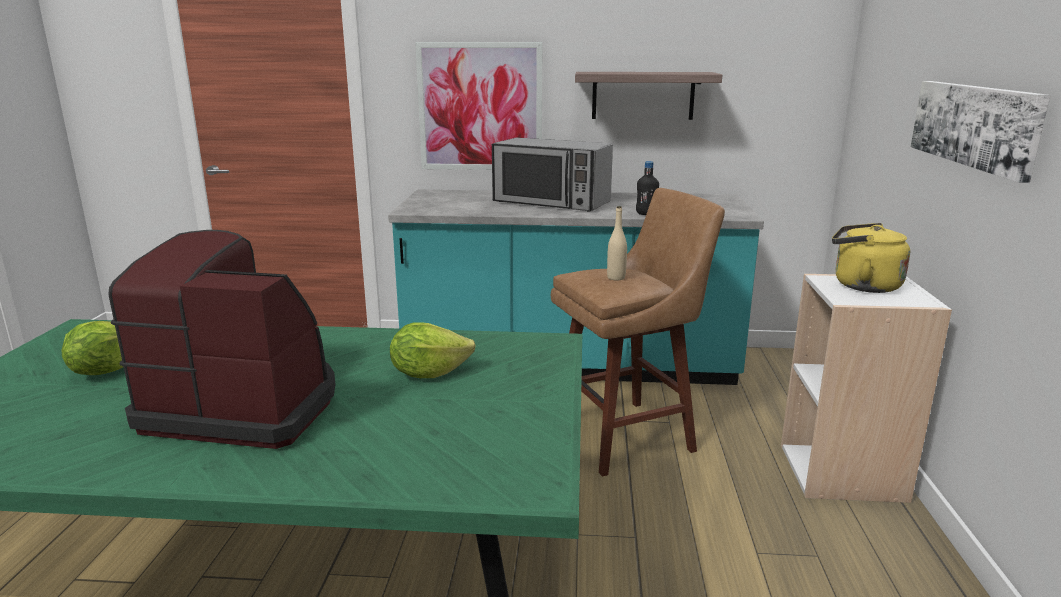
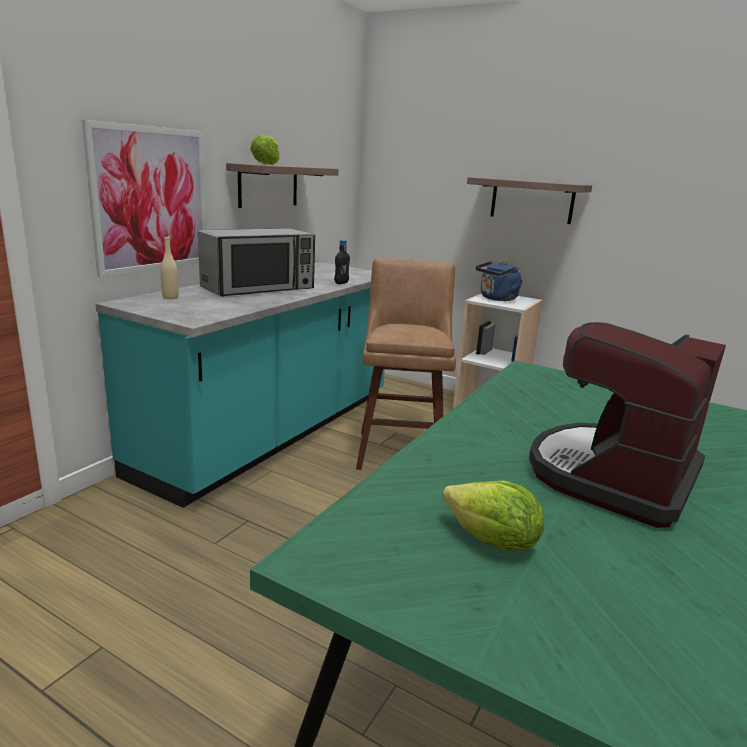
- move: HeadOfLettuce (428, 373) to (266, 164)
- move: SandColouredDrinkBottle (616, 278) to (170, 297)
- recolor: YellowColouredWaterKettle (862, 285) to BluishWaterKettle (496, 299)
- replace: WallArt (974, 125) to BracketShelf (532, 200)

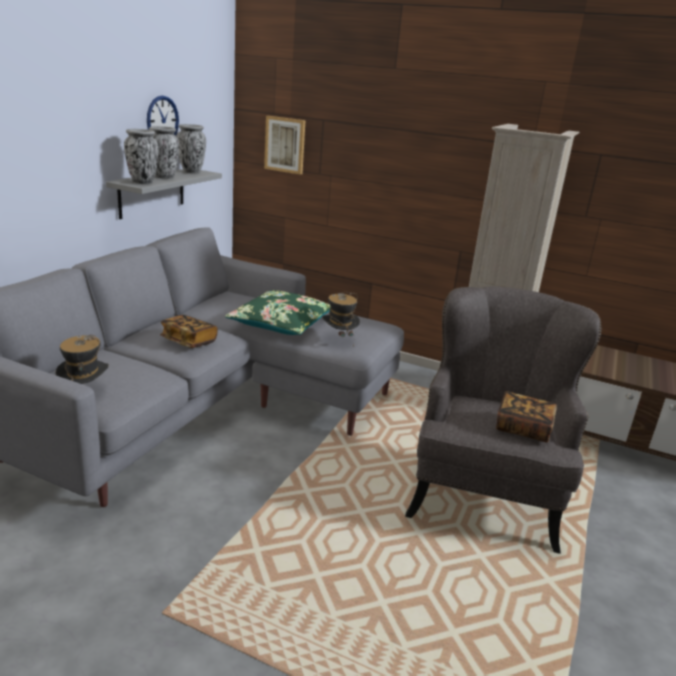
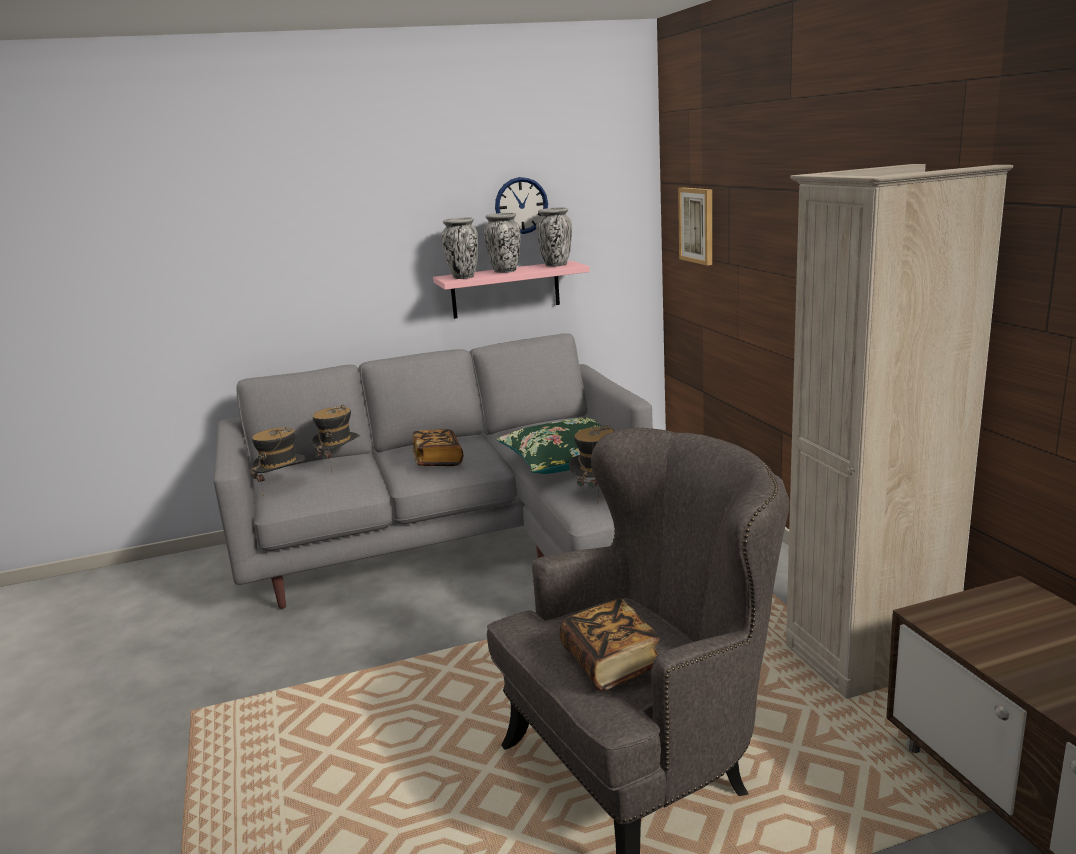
- recolor: GrayBracketShelf (152, 192) to PinkColouredBracketShelf (505, 290)
- insert: WearableHat (339, 464)

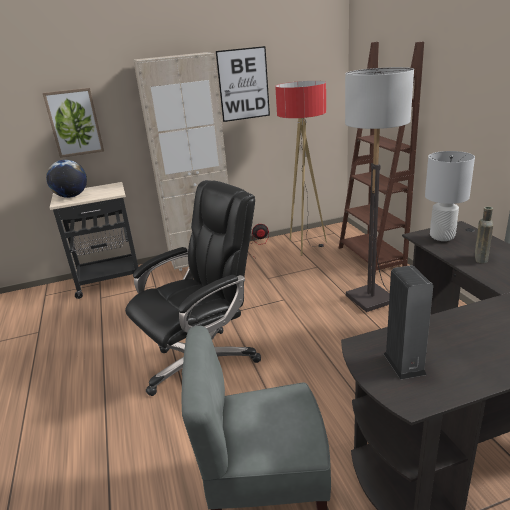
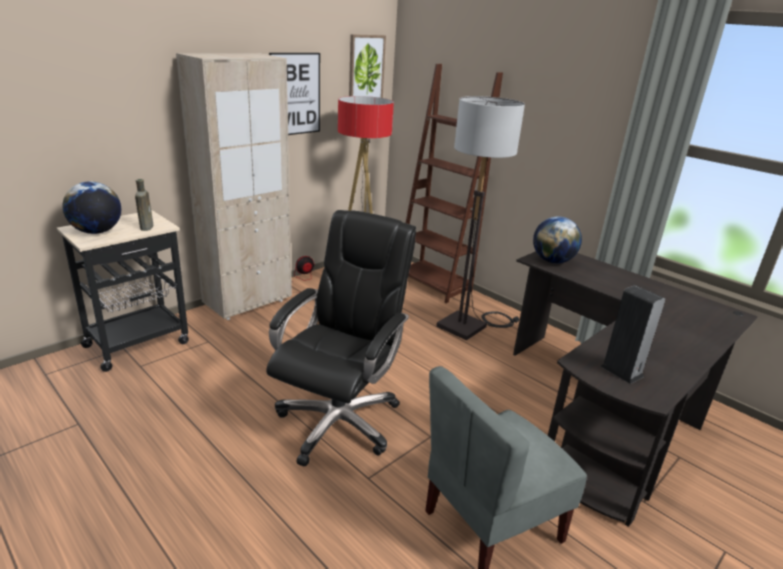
- move: WallArt (74, 122) to (366, 68)
- replace: GrayTableLamp (442, 238) to WorldGlobe (552, 261)
- move: BrownishDrinkBottle (480, 258) to (147, 227)

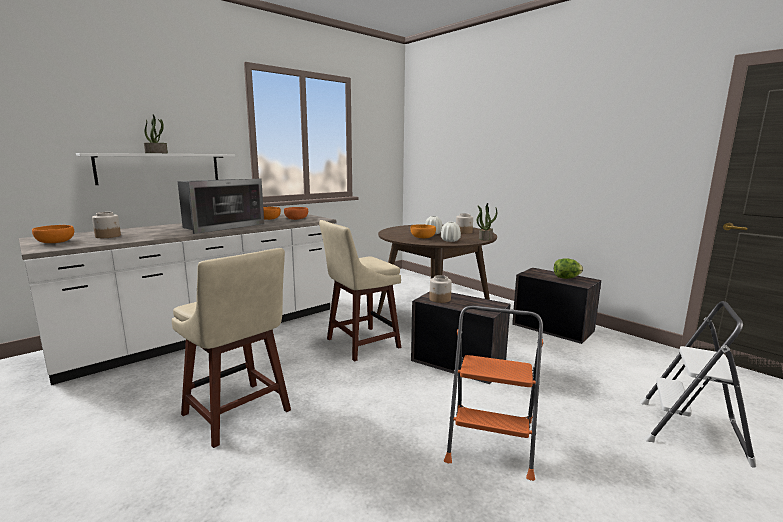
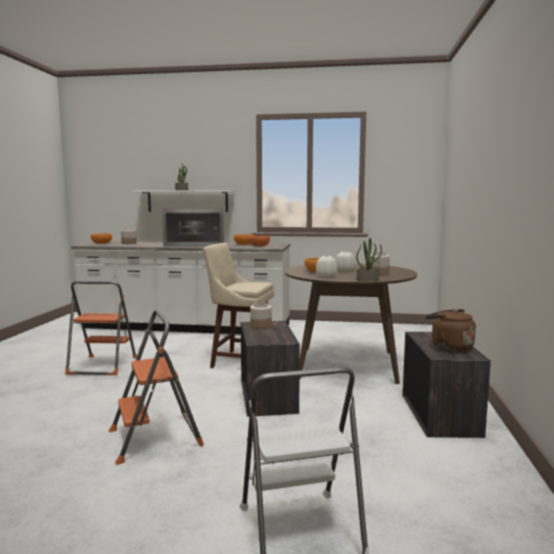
- replace: SandColouredPlainChair (239, 414) to OrangeyStepladder (101, 366)
- replace: HeadOfLettuce (566, 278) to BrownishWaterKettle (449, 347)

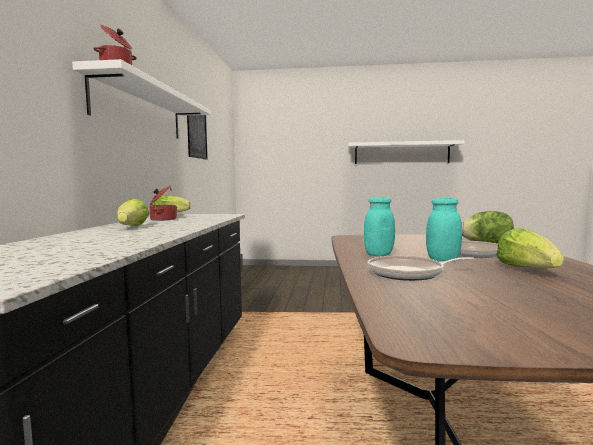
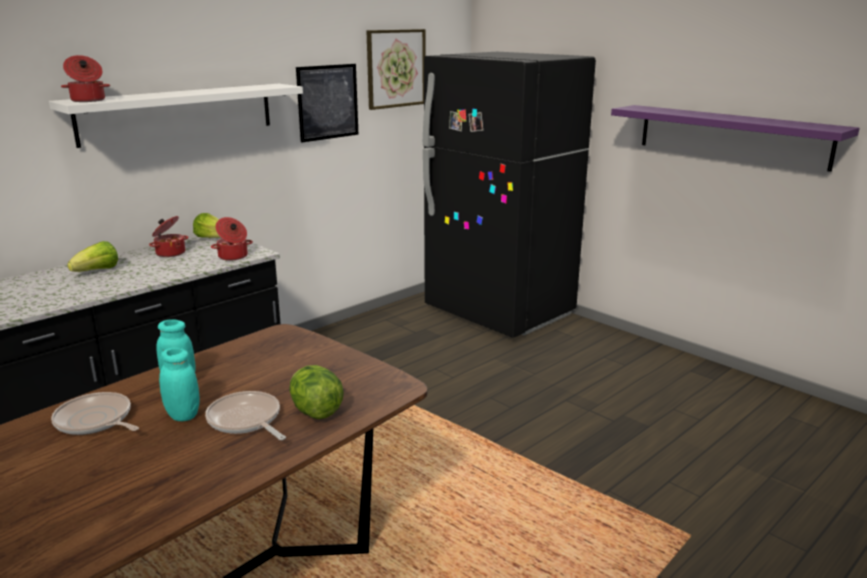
- recolor: WhiteColouredBracketShelf (401, 153) to PurpleColouredBracketShelf (731, 136)
- delete: HeadOfLettuce (527, 270)
- insert: Stockpot (233, 256)
- insert: WallArt (396, 68)
- insert: BlackKitchenFridge (499, 312)

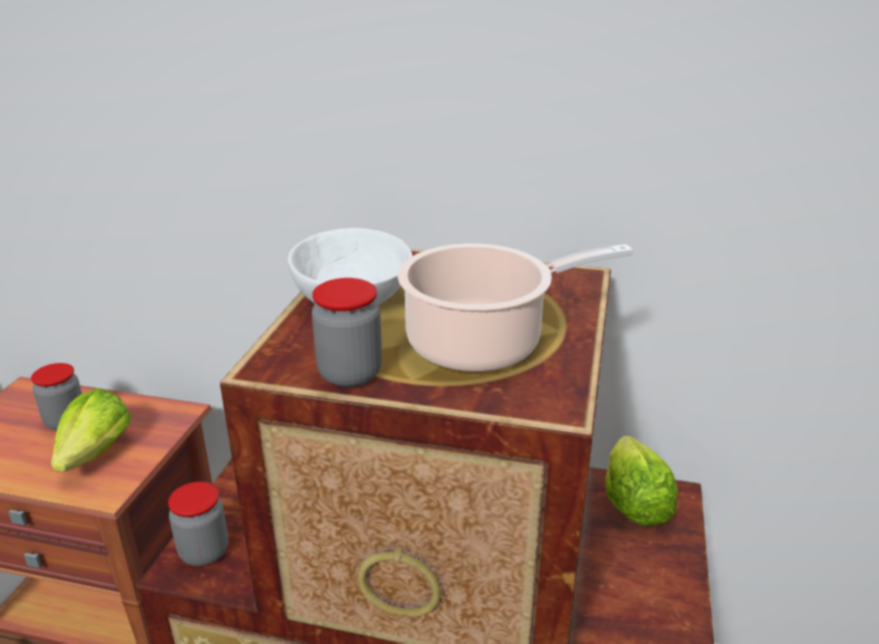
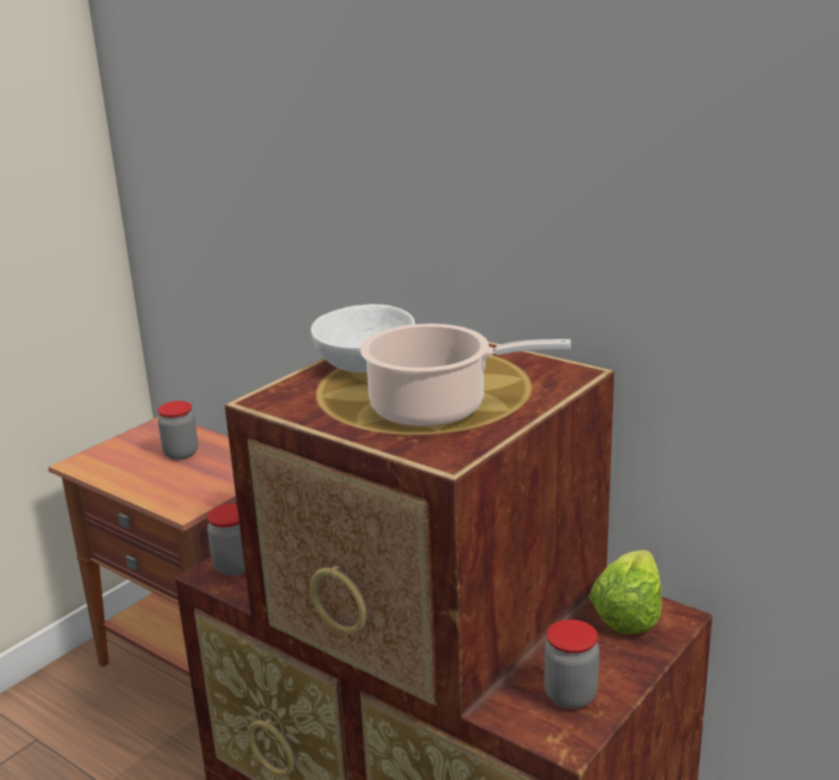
- delete: HeadOfLettuce (96, 453)
- move: StorageJar (350, 374) to (570, 695)

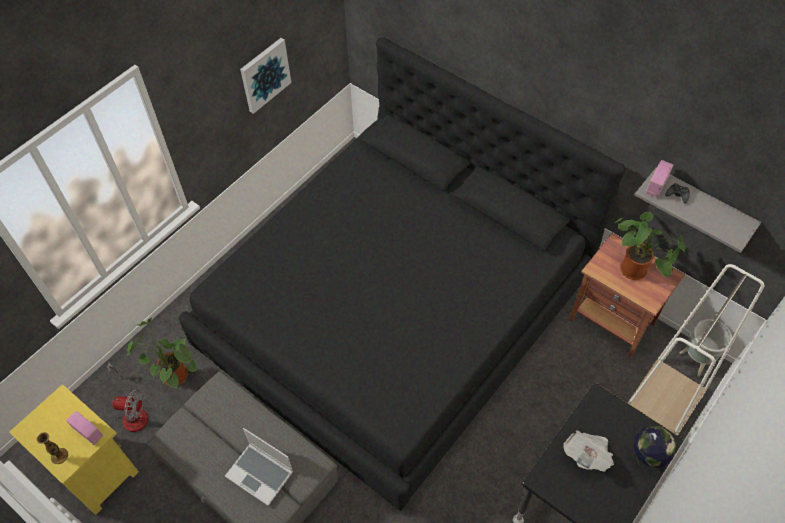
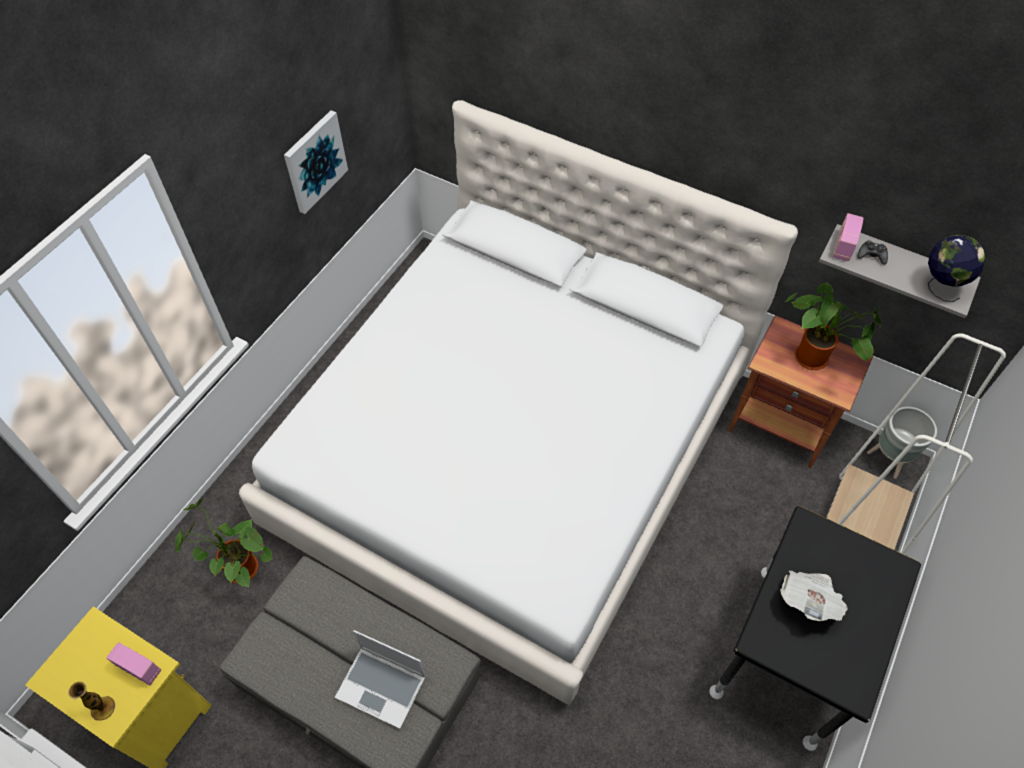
- delete: ElectricFan (132, 412)
- recolor: BlackBedroomBed (394, 313) to WhiteColouredBedroomBed (512, 449)
- move: WorldGlobe (646, 457) to (940, 286)

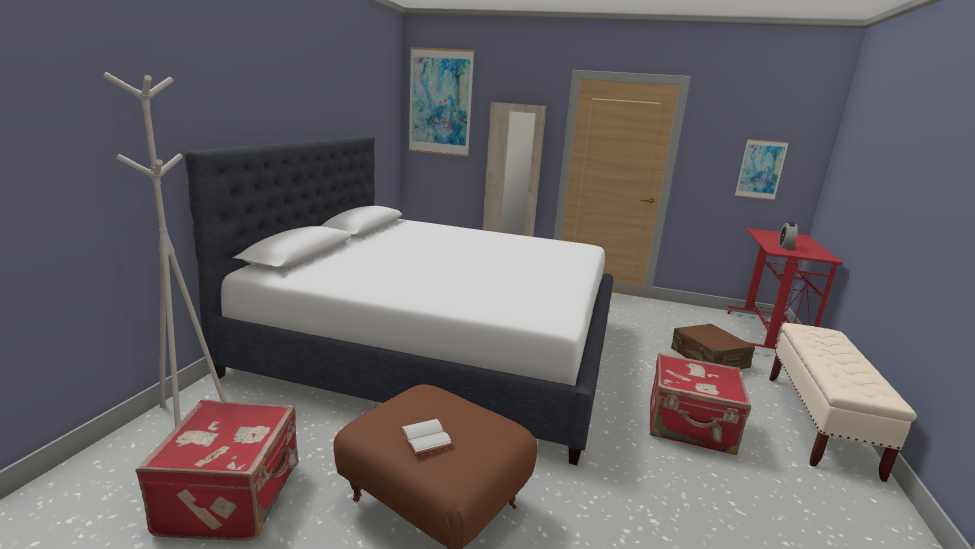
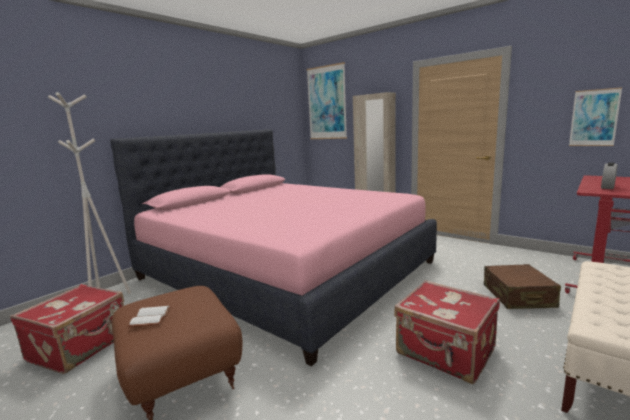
- recolor: WhiteColouredBedroomBed (438, 346) to PinkColouredBedroomBed (285, 270)

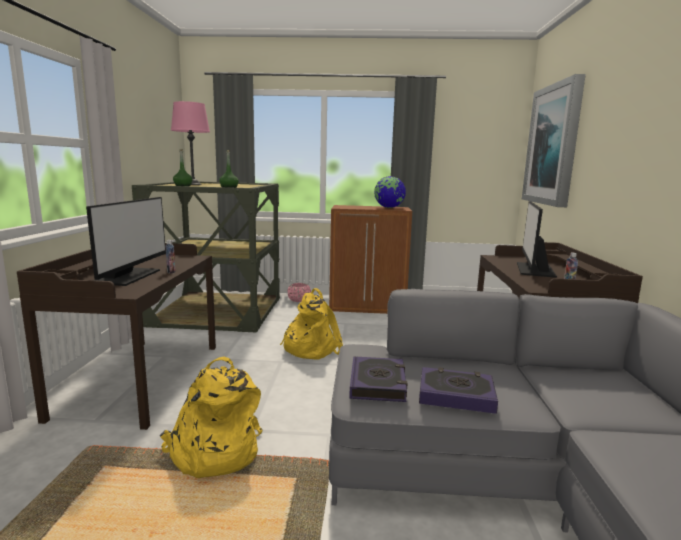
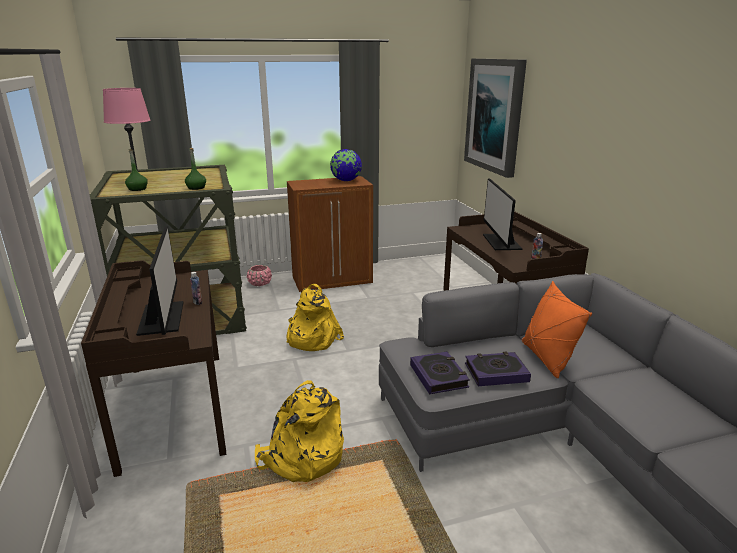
- insert: OrangeyCushion (546, 358)

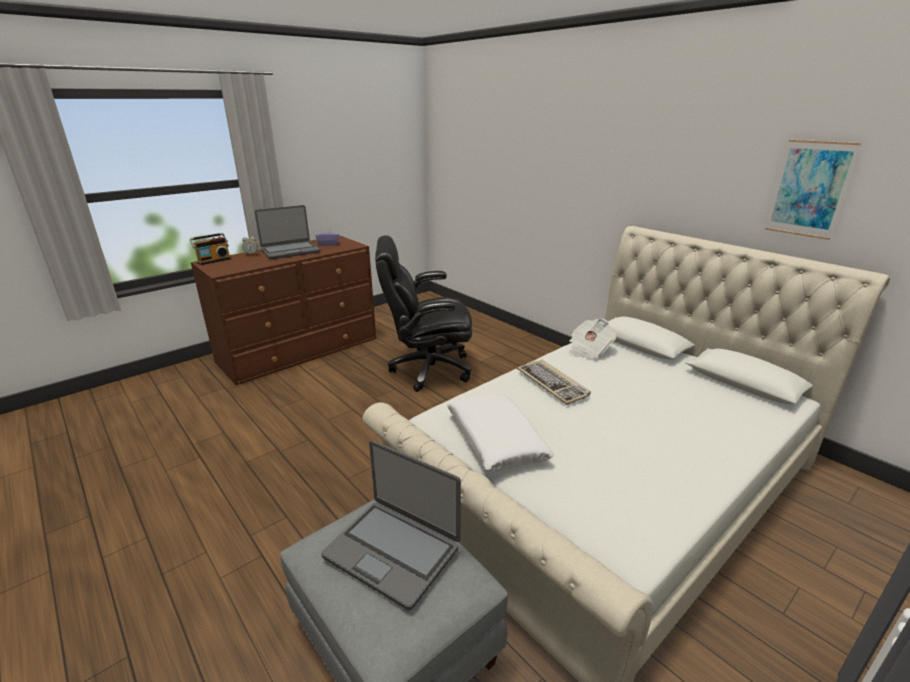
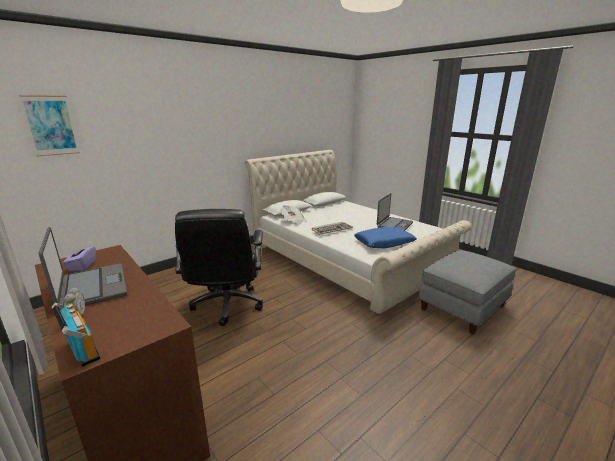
- move: NotebookComputer (392, 551) to (394, 225)
- recolor: WhiteColouredCushion (495, 440) to BluishCushion (384, 243)
- move: WallArt (809, 189) to (51, 126)

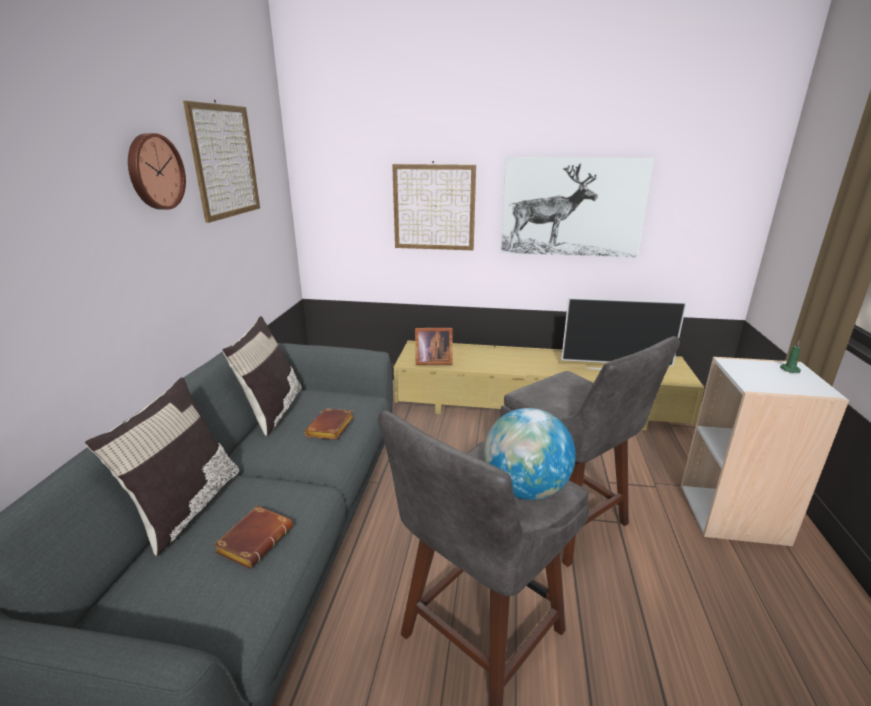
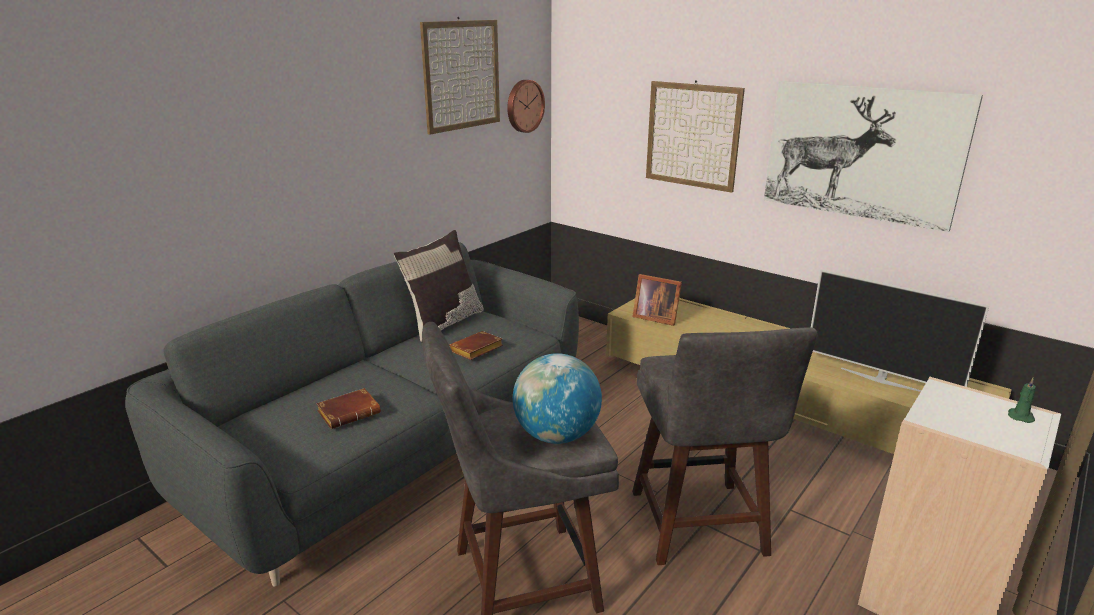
- delete: Cushion (186, 508)
- move: ClockOnTheWall (154, 172) to (524, 106)

